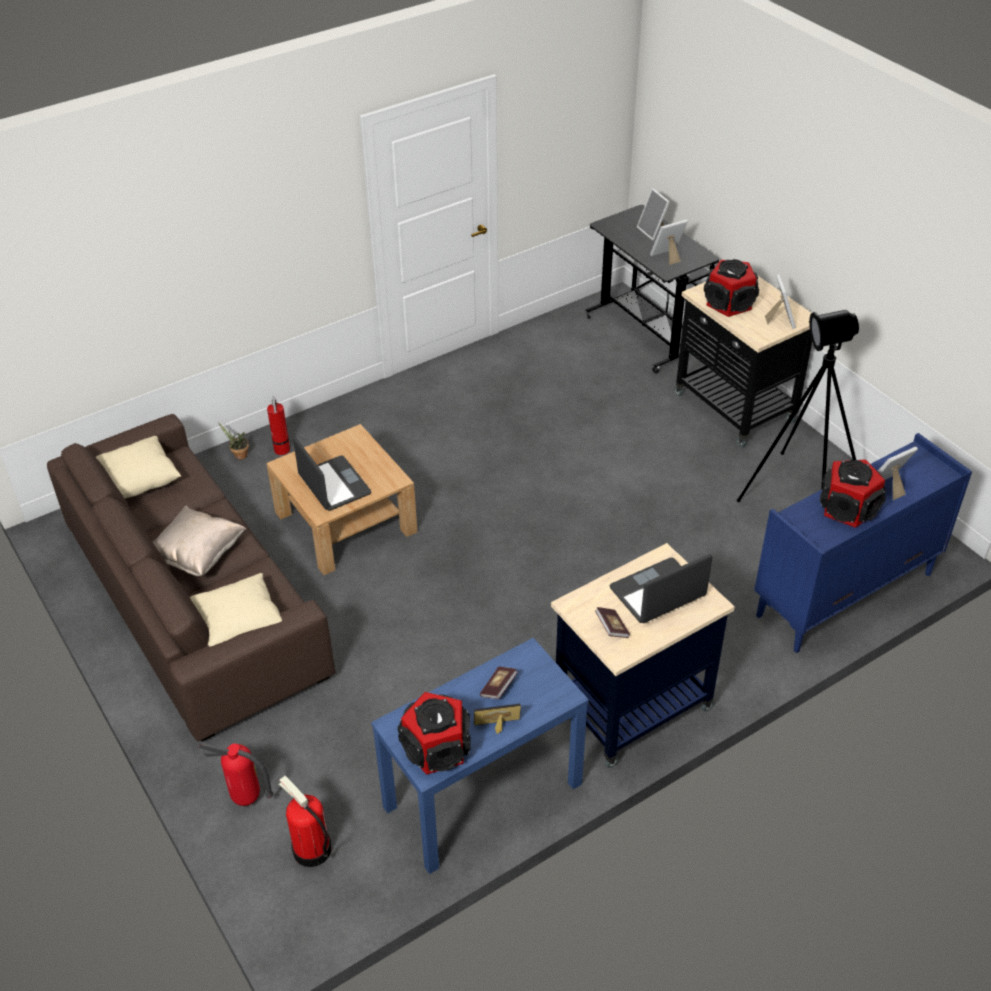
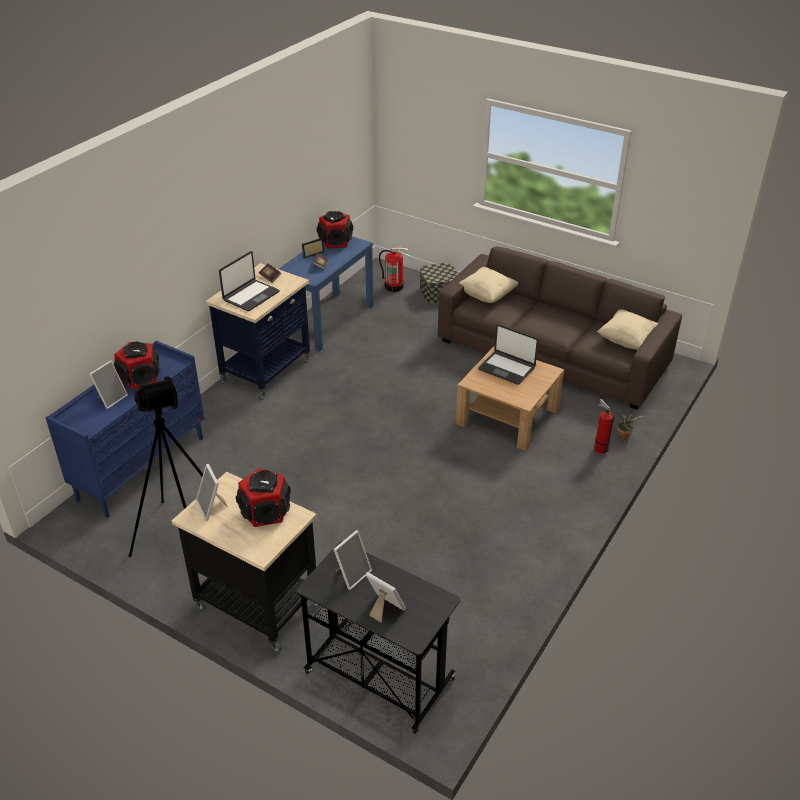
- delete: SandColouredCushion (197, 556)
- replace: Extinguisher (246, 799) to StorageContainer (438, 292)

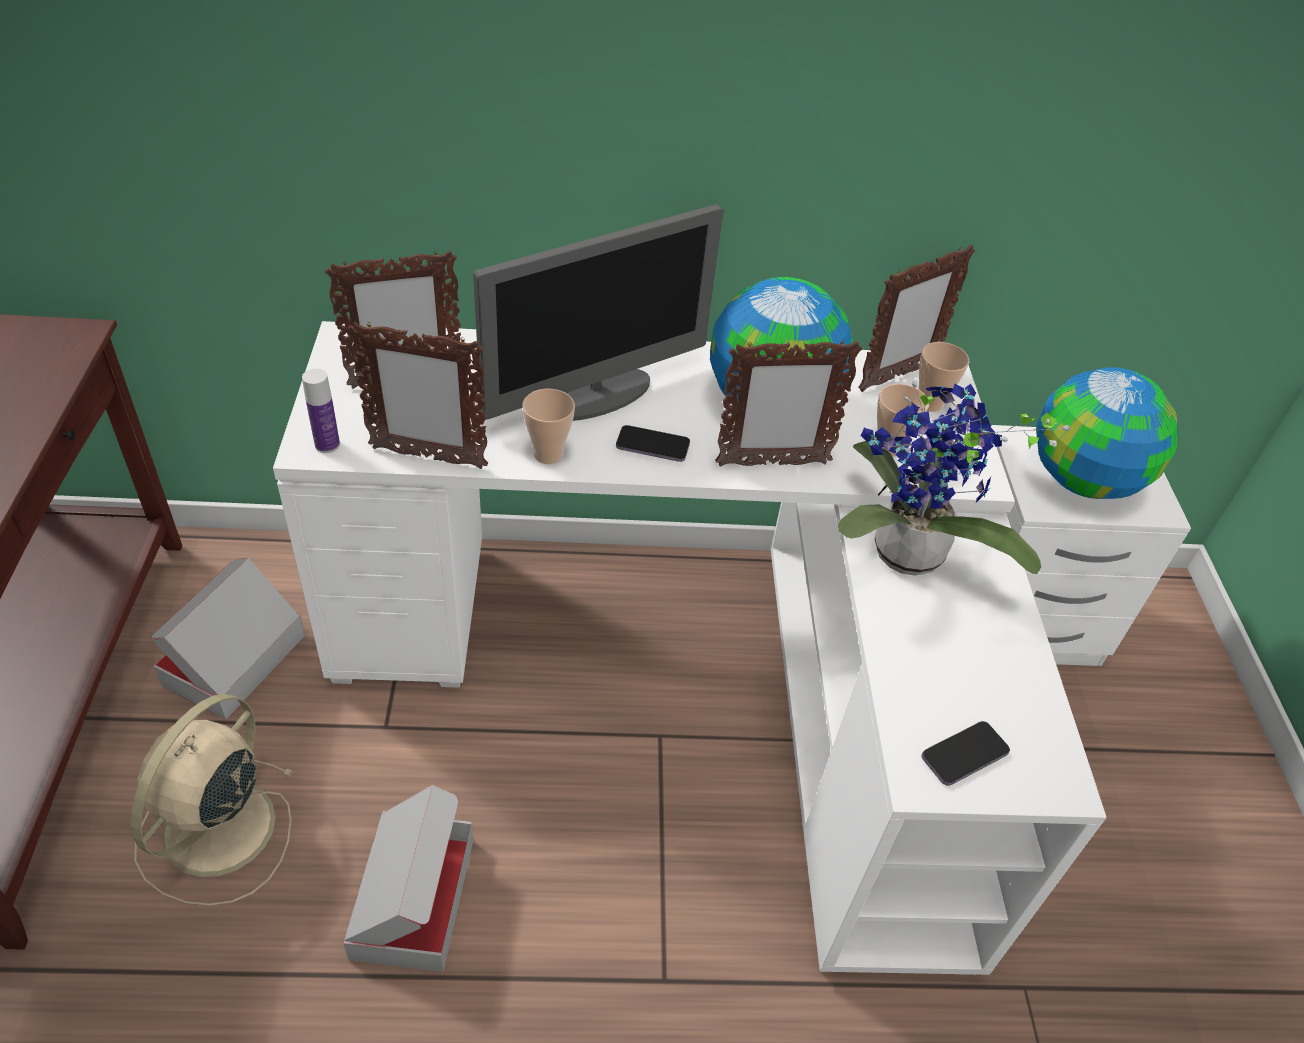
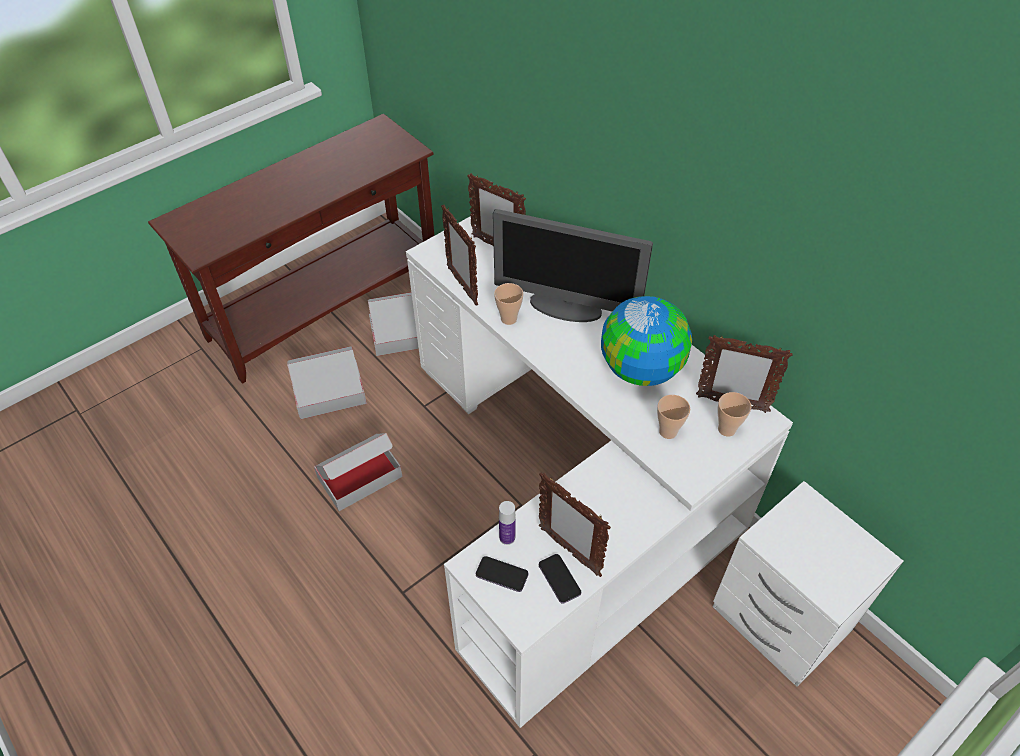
- replace: SandColouredElectricFan (216, 831) to Carton (329, 394)
- move: DrinkBottle (327, 445) to (507, 537)
- move: Telephone (652, 446) to (559, 579)
- move: PhotoFrame (771, 464) to (569, 551)
- delete: PlantInAPot (903, 559)
- delete: WorldGlobe (1082, 479)

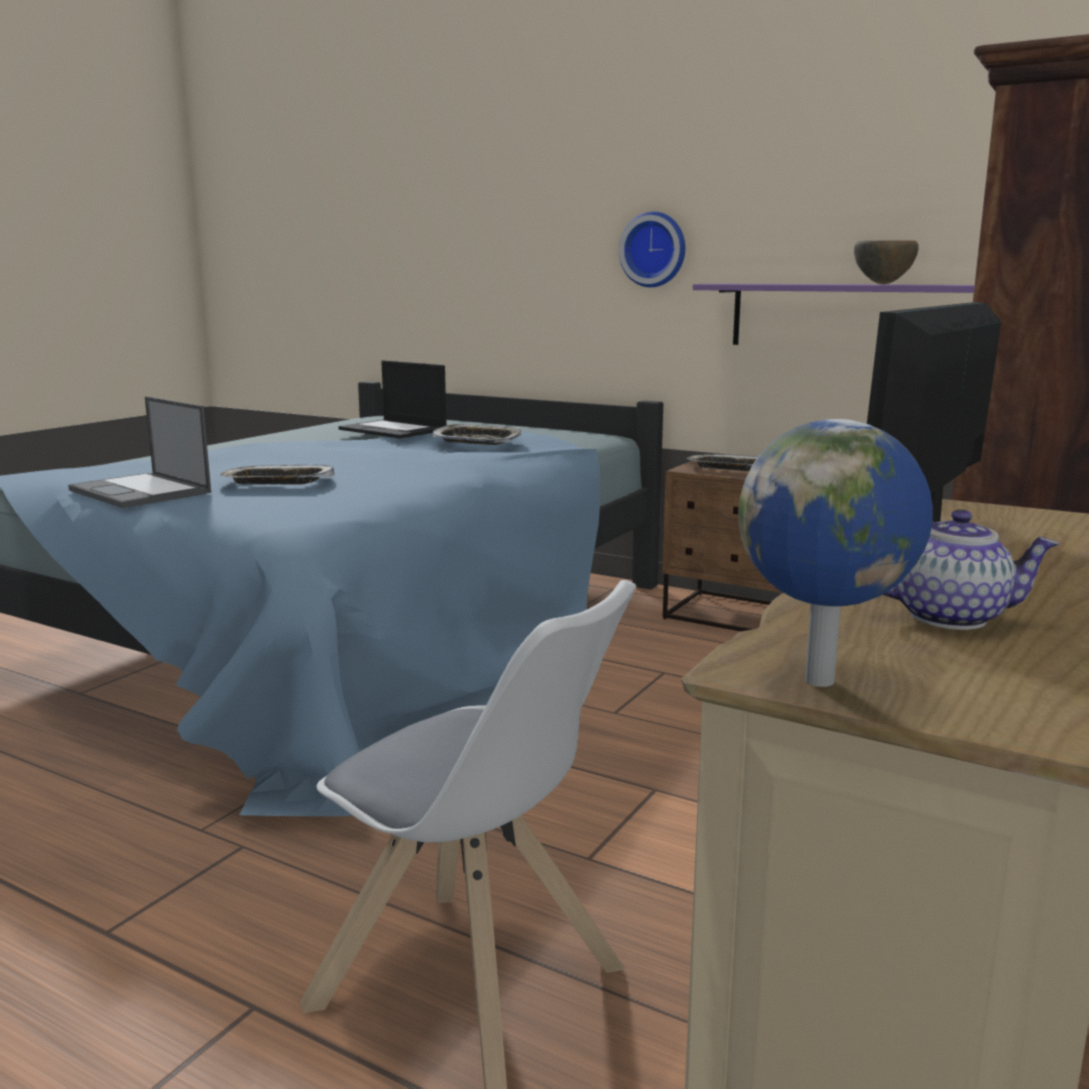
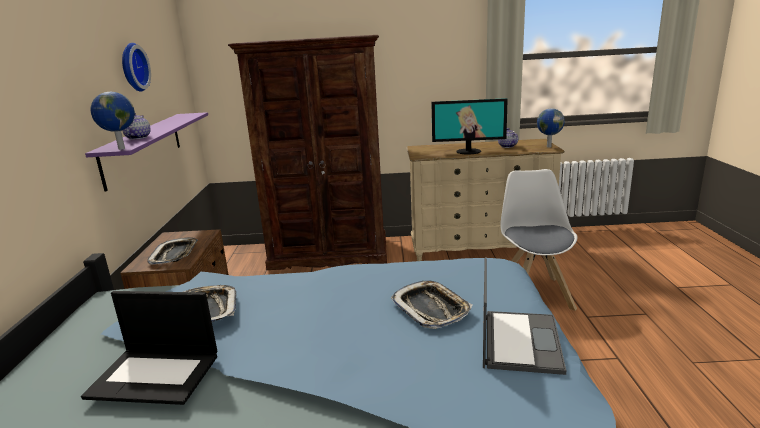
- rotate: NotebookComputer (394, 430) = (156, 375) 90 degrees clockwise
- move: ClockOnTheWall (654, 249) to (132, 67)
- delete: BrownishServingBowl (883, 284)
- insert: WorldGlobe (120, 149)
- insert: Teapot (137, 138)

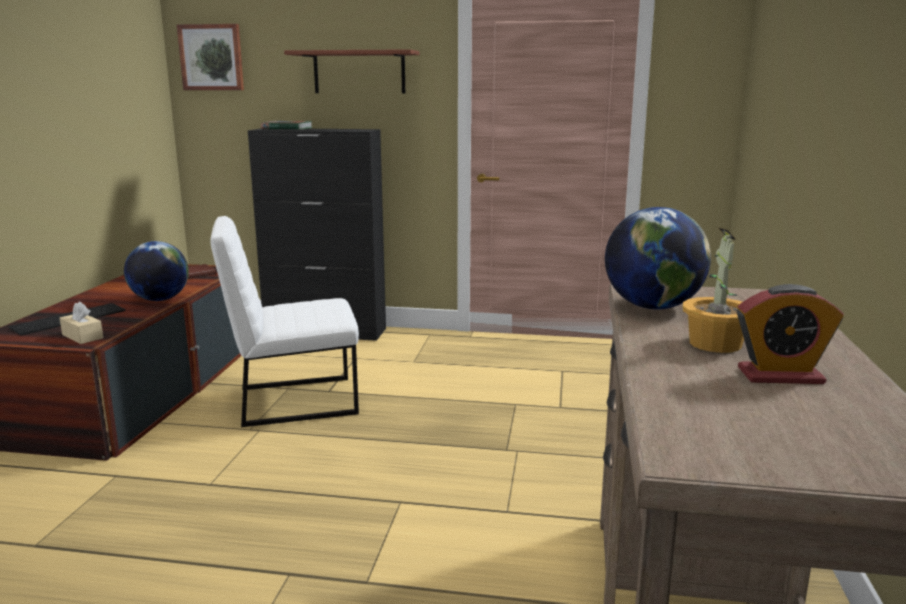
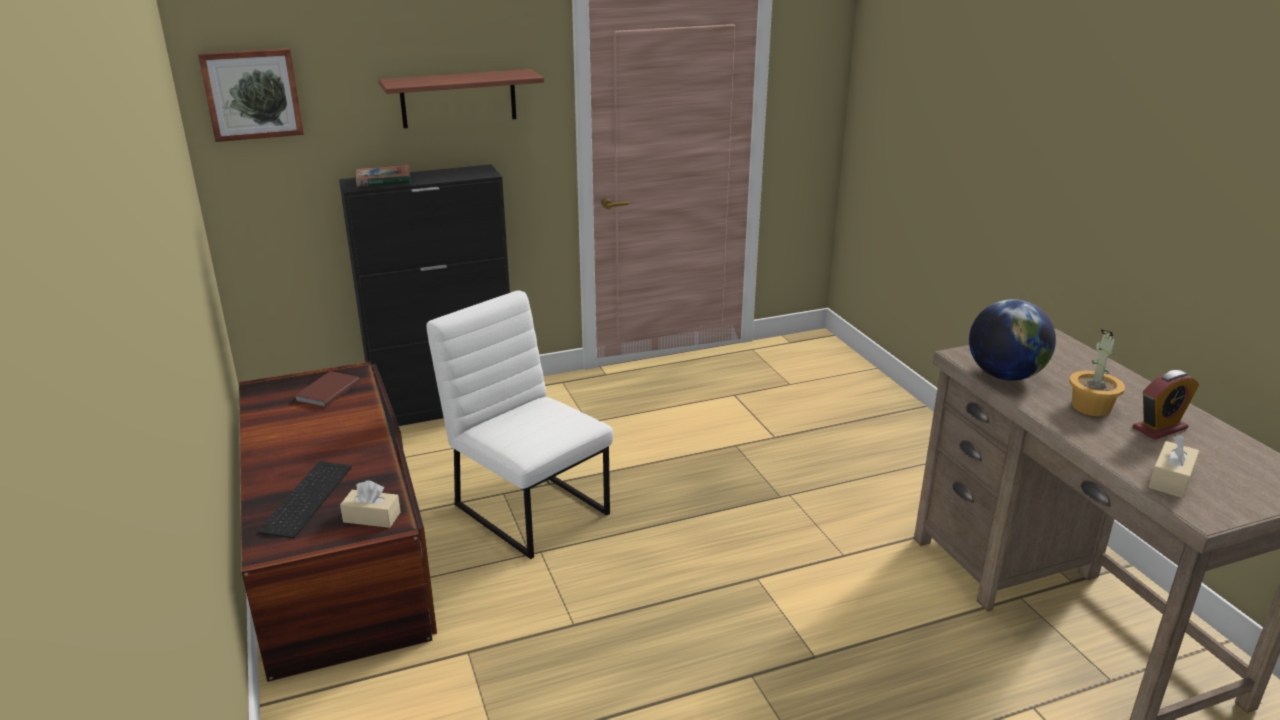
- delete: WorldGlobe (160, 299)
- rotate: WhiteColouredPlainChair (293, 401) = (529, 506) 90 degrees clockwise
- insert: SandColouredTissueHolder (1170, 479)

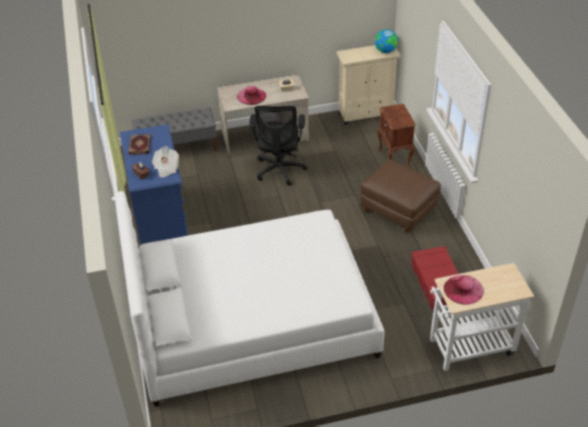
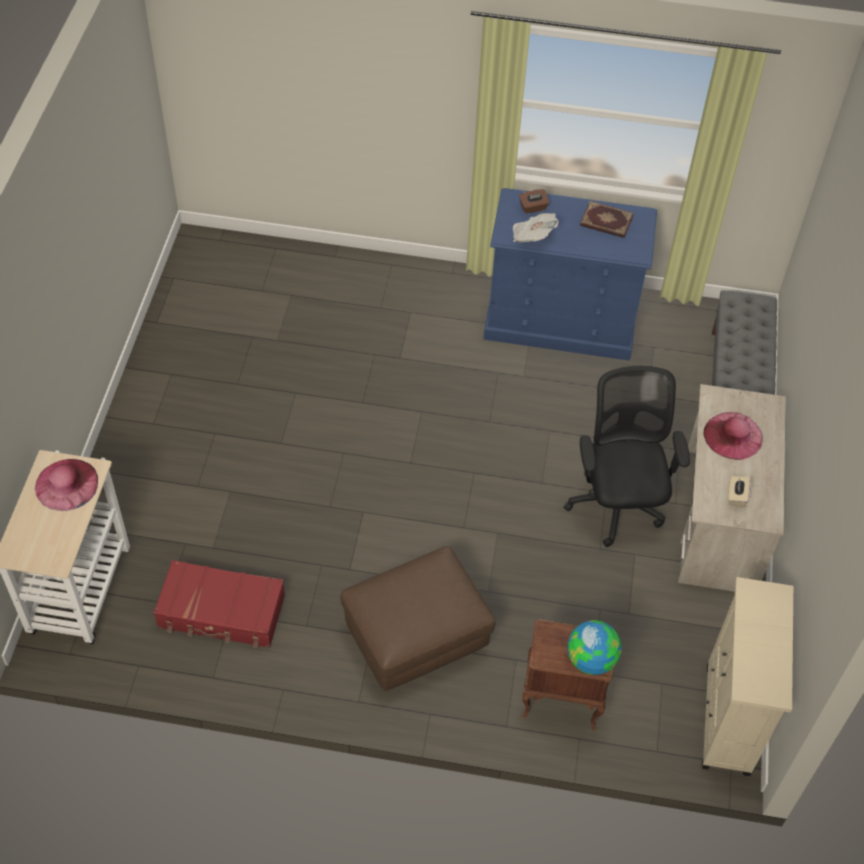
- delete: WhiteColouredBedroomBed (252, 321)
- rotate: BlackDeskChair (279, 167) = (617, 509) 60 degrees clockwise
- move: WorldGlobe (385, 51) to (591, 659)

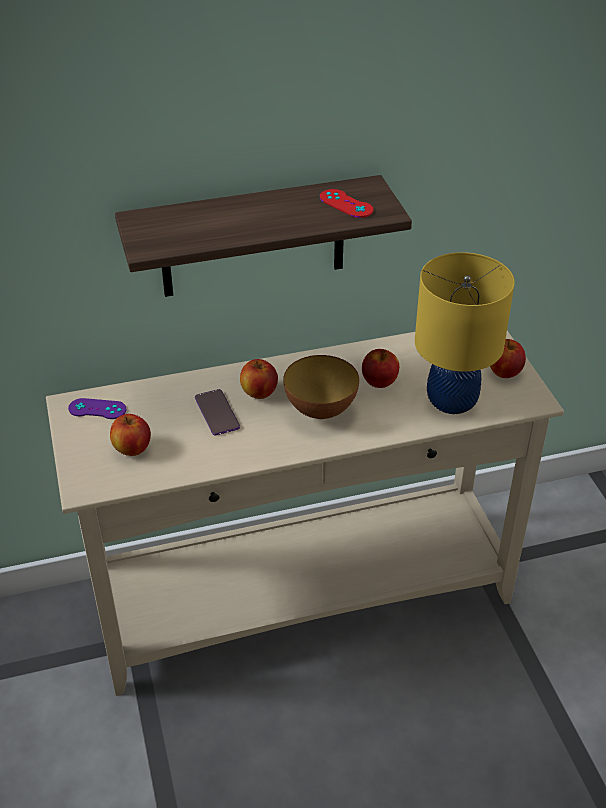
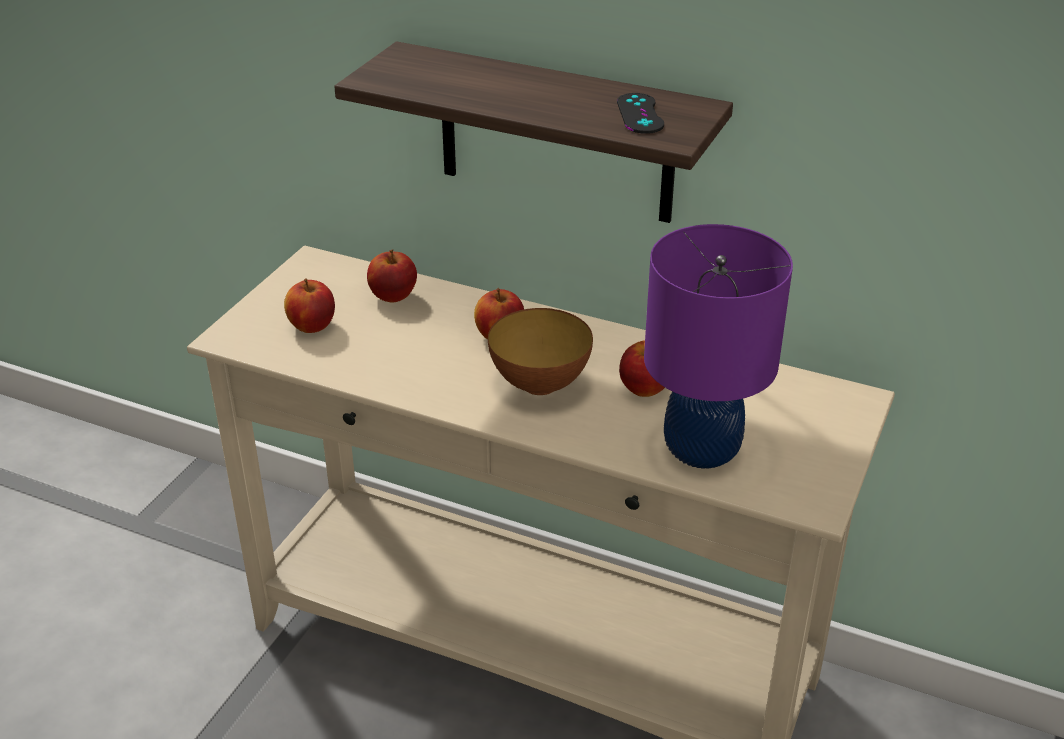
- delete: PurpleColouredGameController (97, 409)
- delete: Telephone (217, 413)
- recolor: RedGameController (346, 204) to BlackGameController (640, 114)
- recolor: YellowColouredTableLamp (450, 404) to PurpleColouredTableLamp (697, 453)
- move: WholeApple (504, 372) to (393, 296)

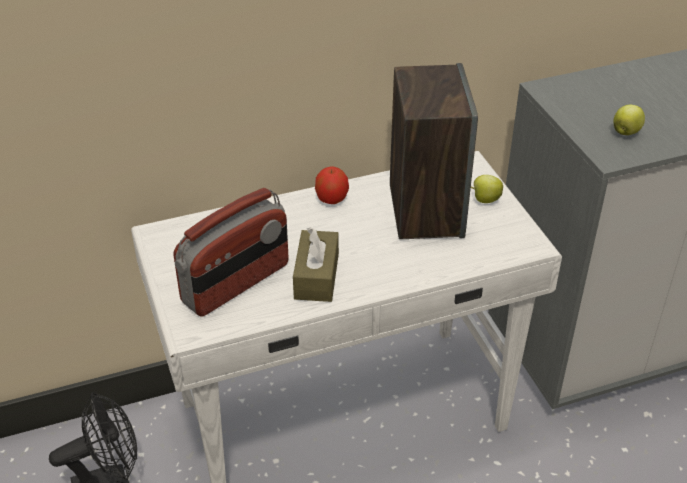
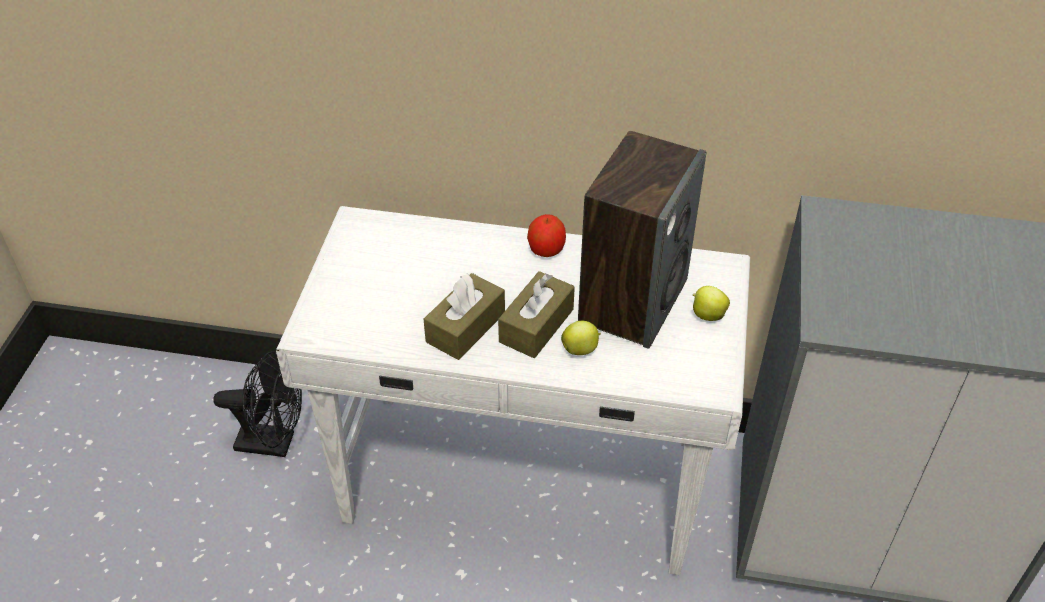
- delete: RadioSet (236, 284)
- move: WholeApple (626, 132) to (580, 349)
- insert: BrownishTissueHolder (536, 325)

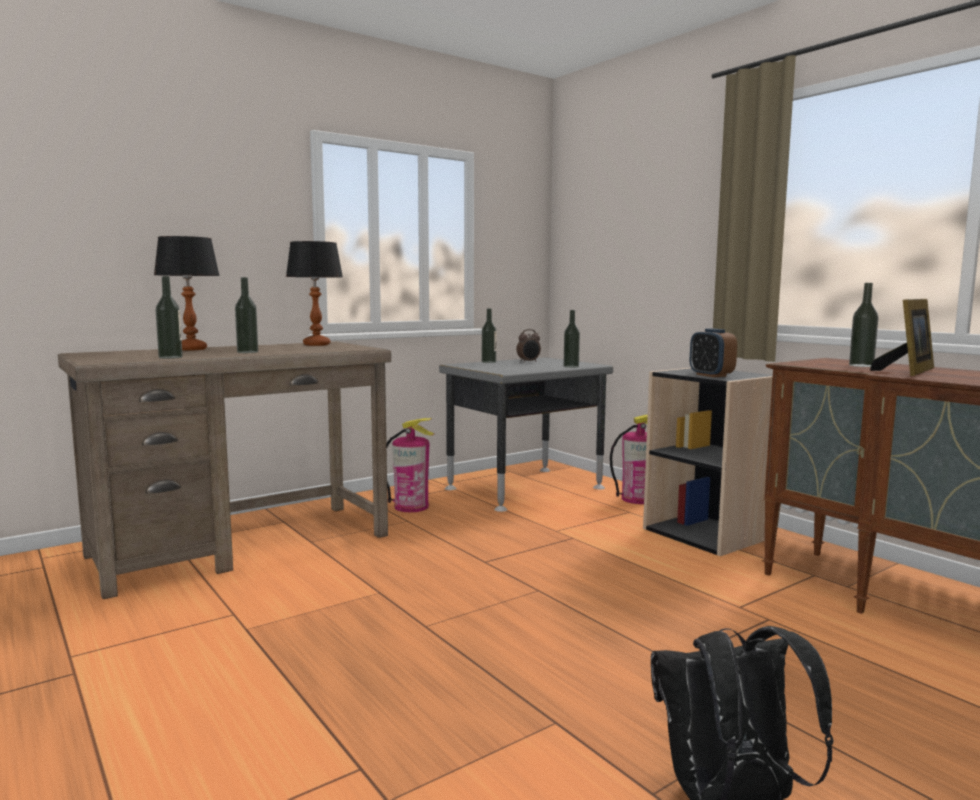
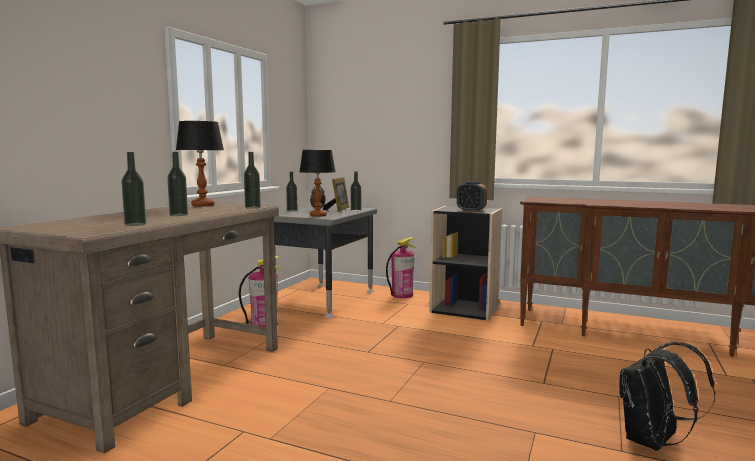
- move: TableLamp (191, 349) to (318, 215)
- move: DrinkBottle (861, 365) to (252, 207)
- move: PhotoFrame (908, 371) to (338, 209)

